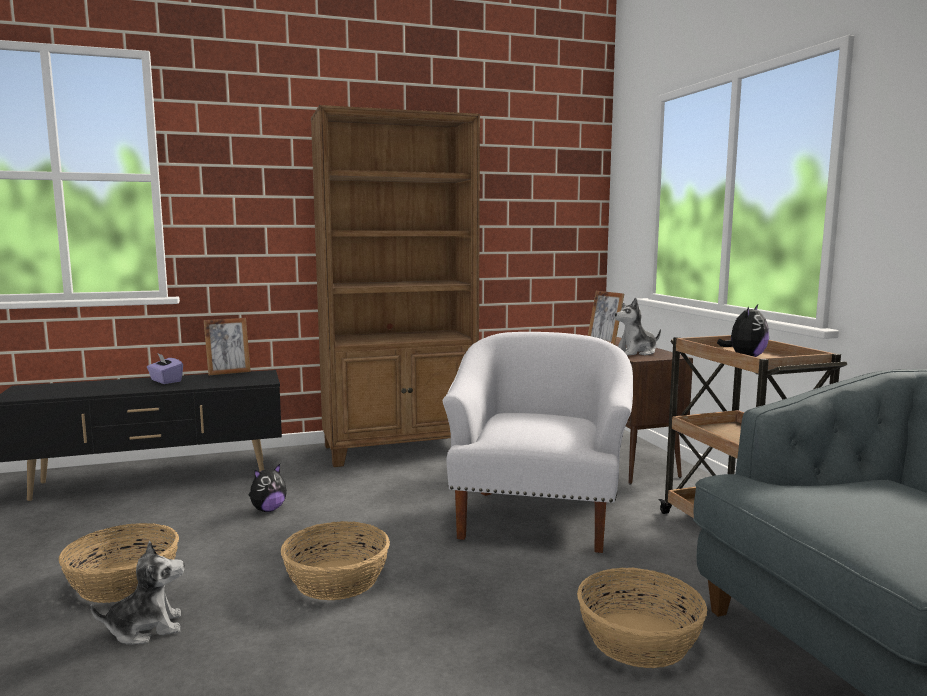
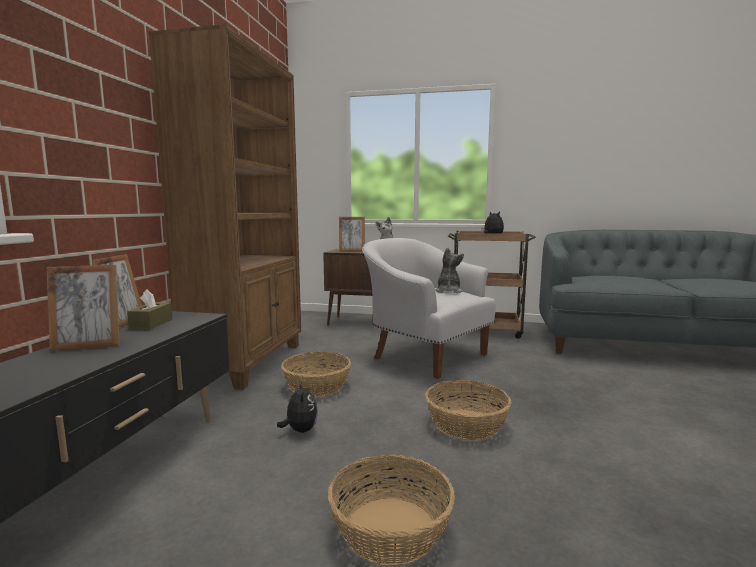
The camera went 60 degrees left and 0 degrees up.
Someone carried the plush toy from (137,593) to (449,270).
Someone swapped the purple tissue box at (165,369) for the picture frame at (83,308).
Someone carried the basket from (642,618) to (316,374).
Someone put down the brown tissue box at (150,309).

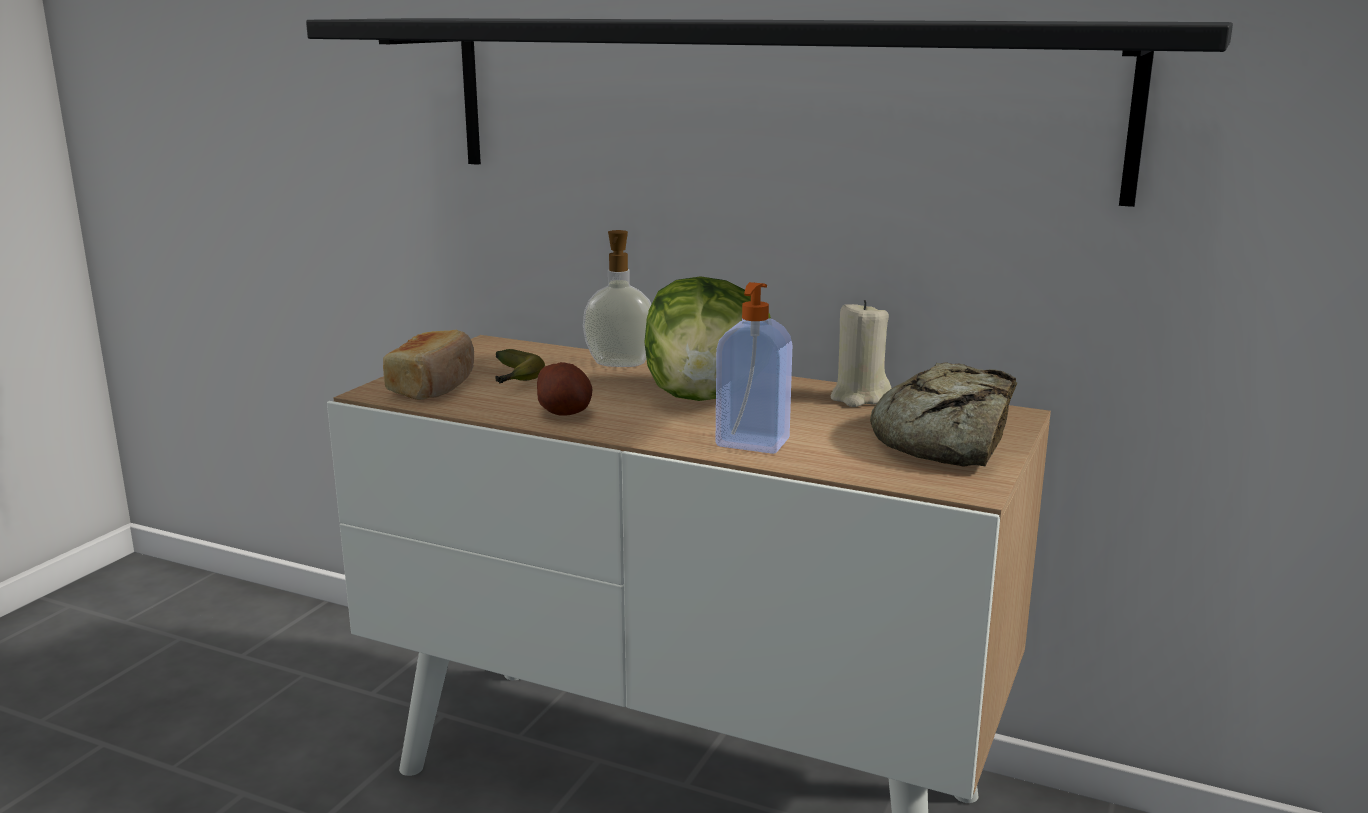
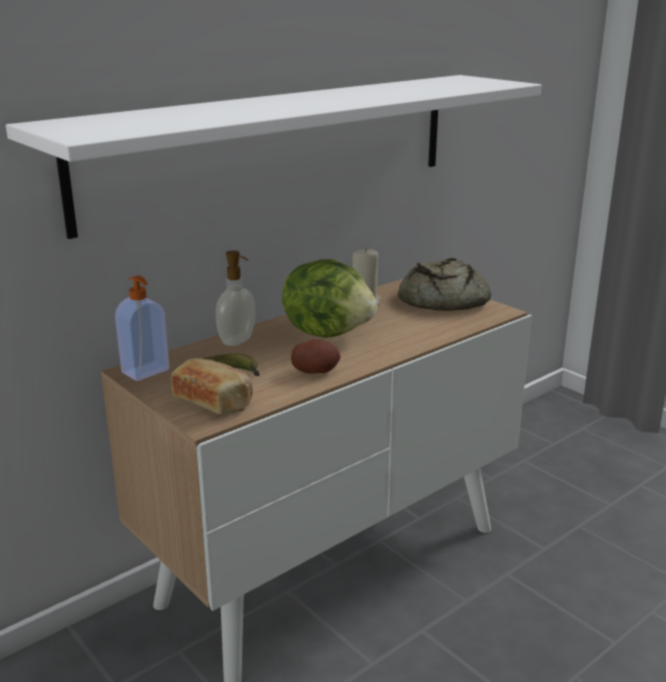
The camera went 65 degrees left and 5 degrees up.
Someone repainted the black shelf at (769,112), which became the white shelf at (273,157).
Someone carried the soap dispenser from (754,368) to (142,328).

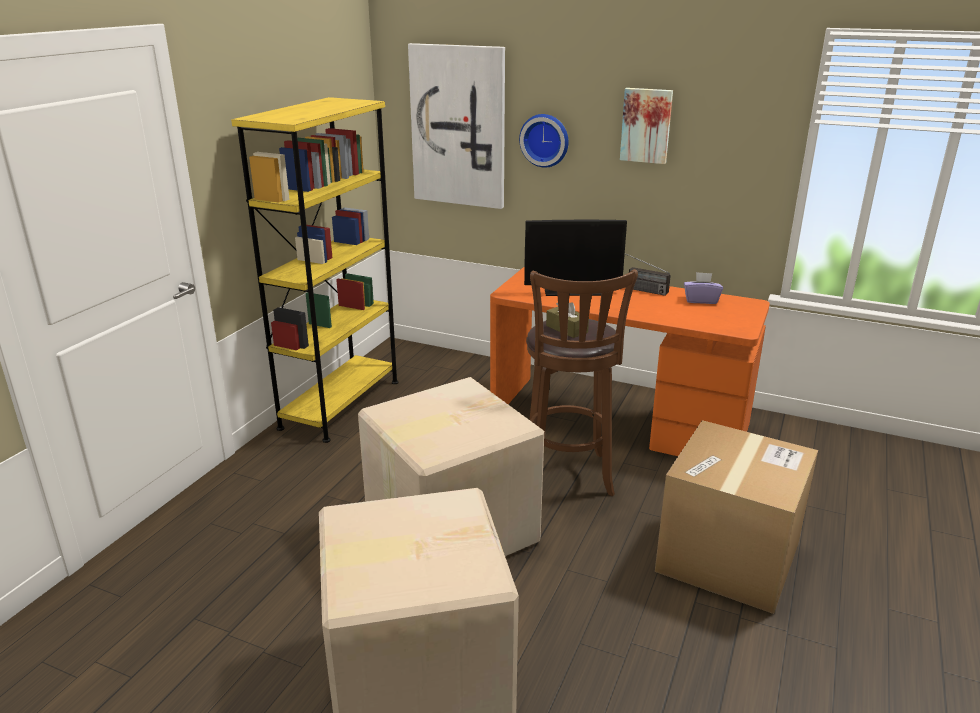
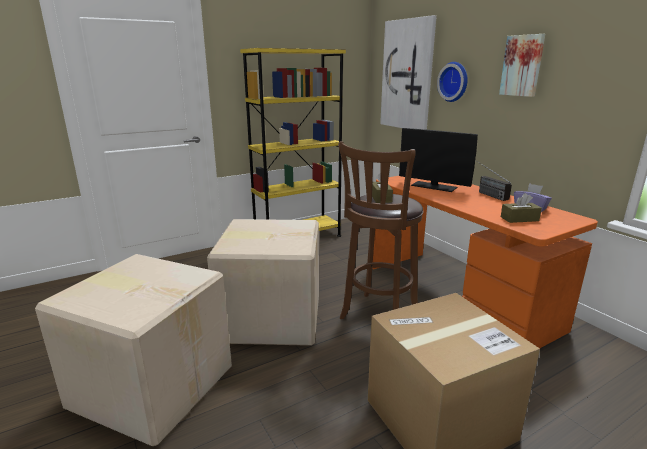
The camera went 35 degrees right and 5 degrees down.
Someone put down the brown tissue box at (521,208).

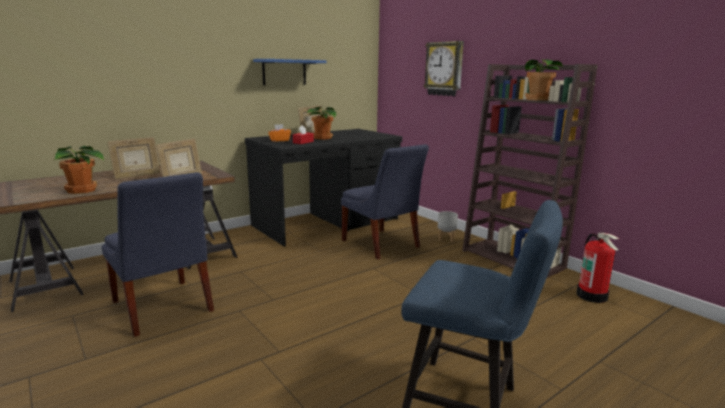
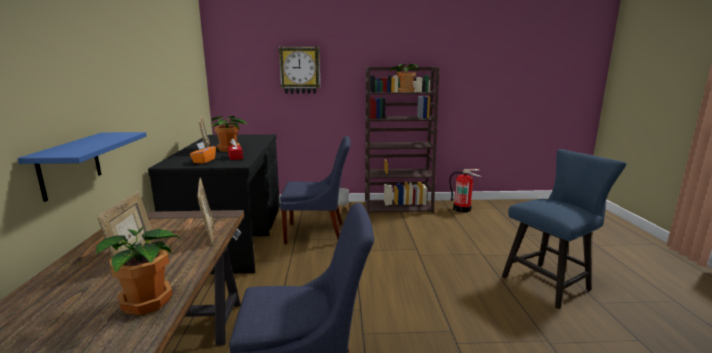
The camera went 55 degrees left and 0 degrees up.
Someone carried the blue shelf from (290,72) to (82,167).

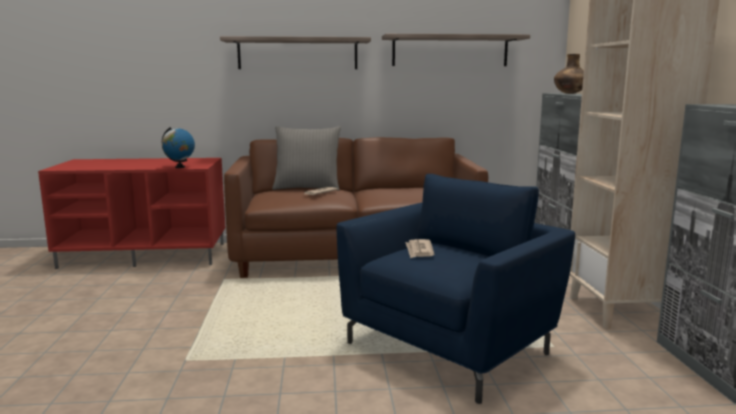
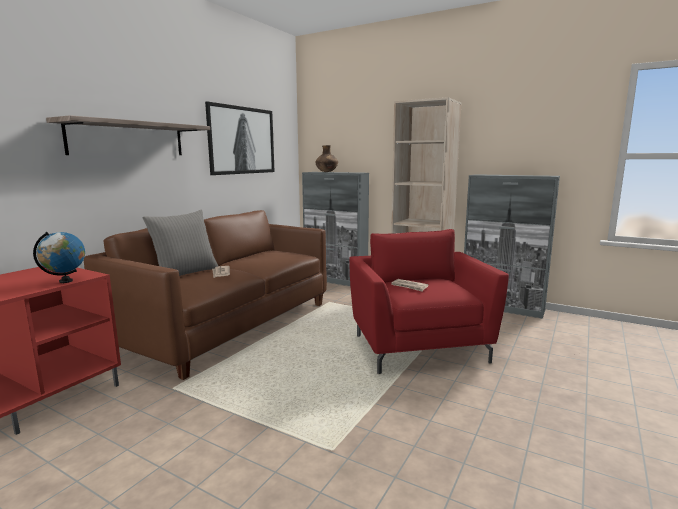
The camera went 55 degrees left and 0 degrees up.
Someone repainted the blue armchair at (456,289), which became the red armchair at (429,301).
Someone swapped the shelf at (456,50) for the picture at (240,138).

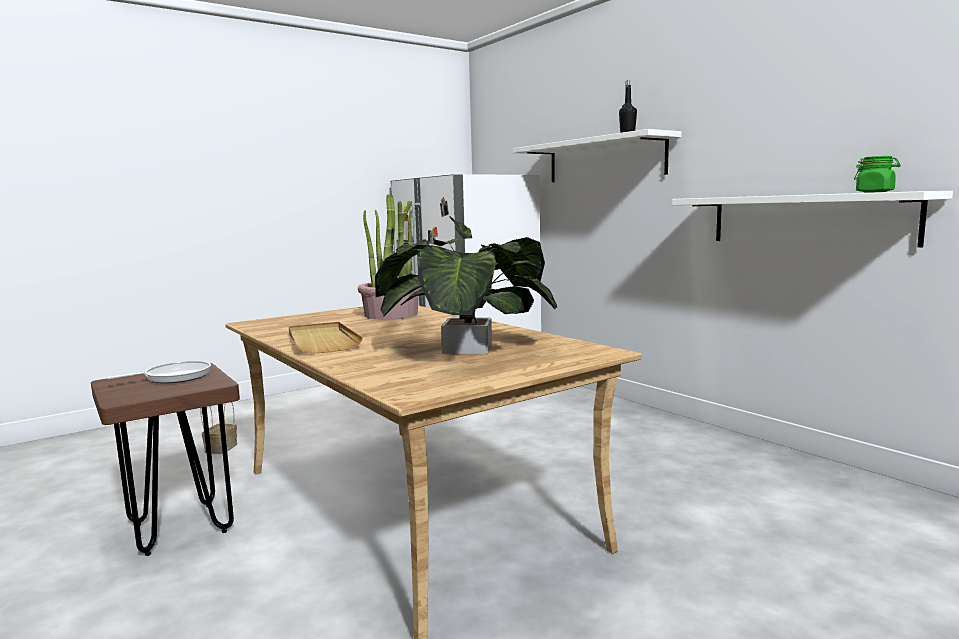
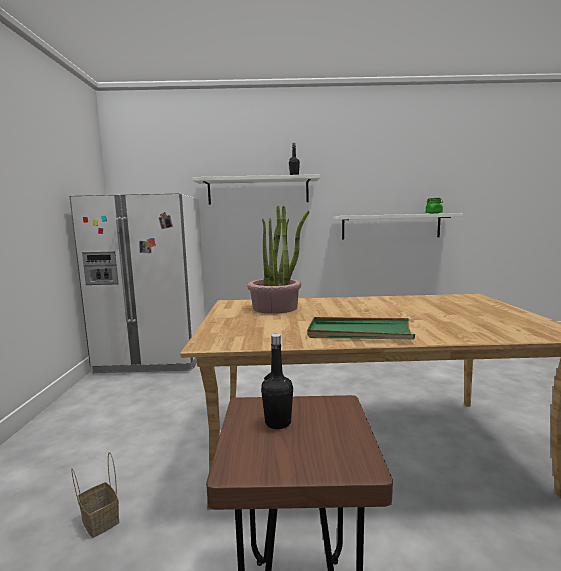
The camera went 55 degrees left and 0 degrees up.
Someone swapped the frying pan at (159,372) for the black bottle at (277,381).
Someone repainted the beige tray at (326,338), which became the green tray at (361,328).
Someone took away the potted plant at (466,285).

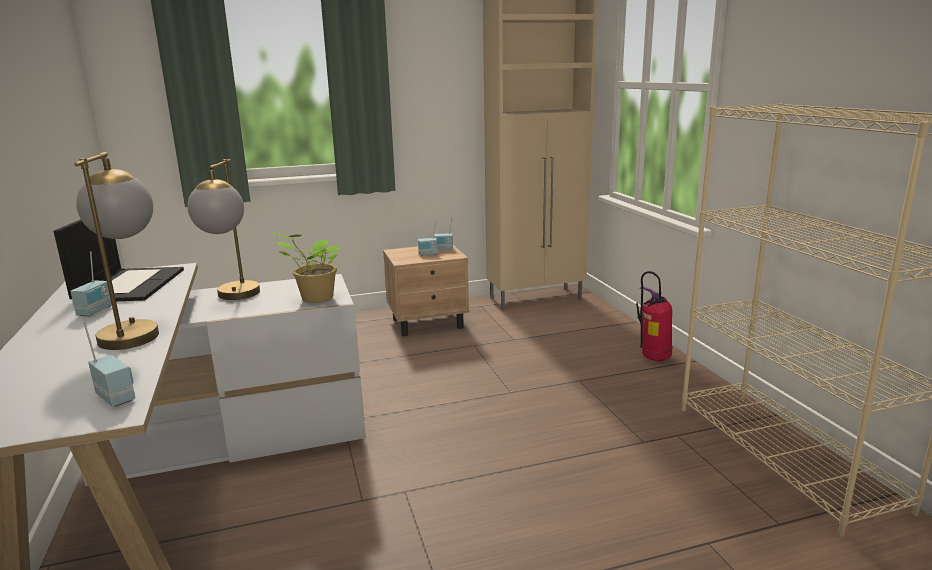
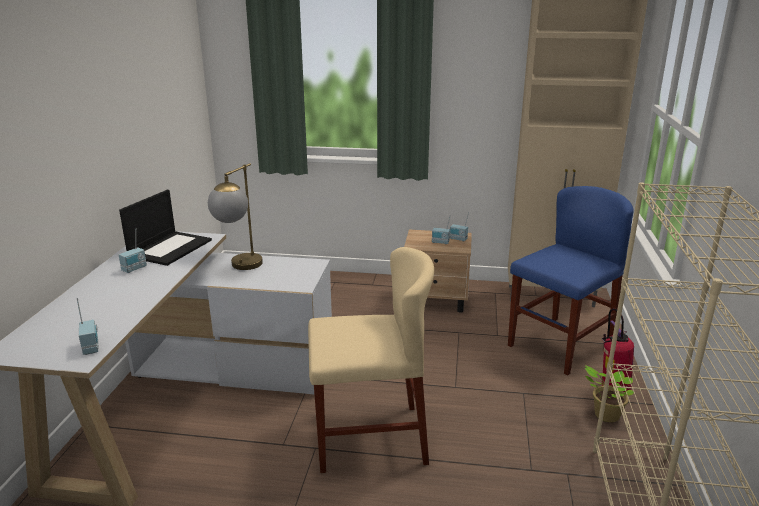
The camera went 25 degrees right and 5 degrees up.
Someone took away the table lamp at (116,251).
Someone carried the potted plant from (305,267) to (610,394).
Someone put down the beige chair at (371,360).
Someone put down the blue chair at (571,280).

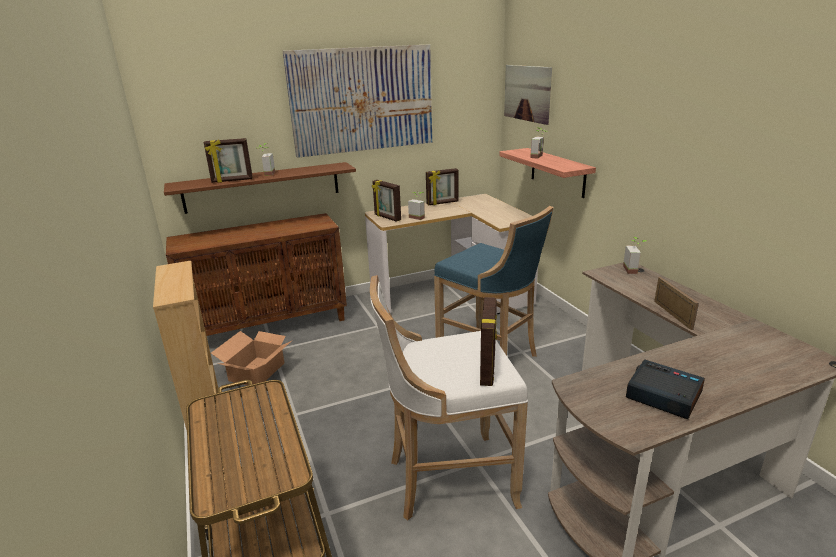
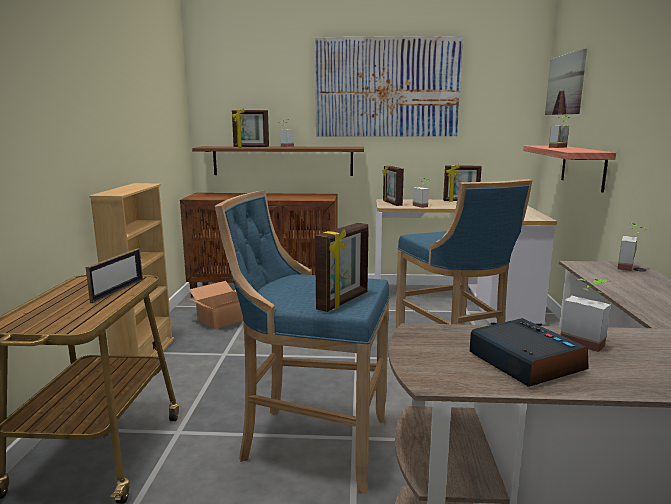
The camera went 25 degrees right and 10 degrees down.
Someone repainted the white stool at (449,397), which became the blue stool at (302,342).
Someone carried the picture frame from (676,303) to (114,275).
Someone put down the potted plant at (586,315).

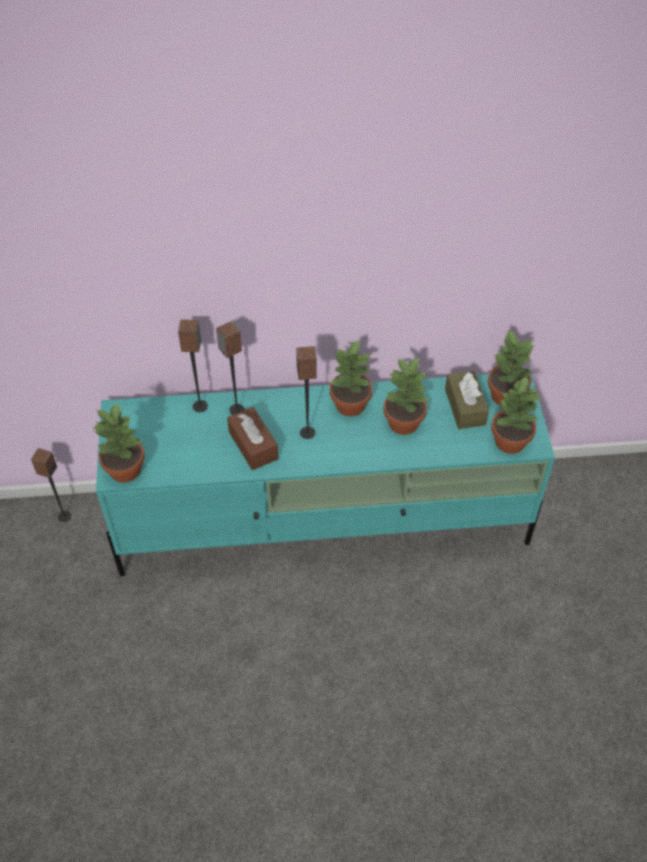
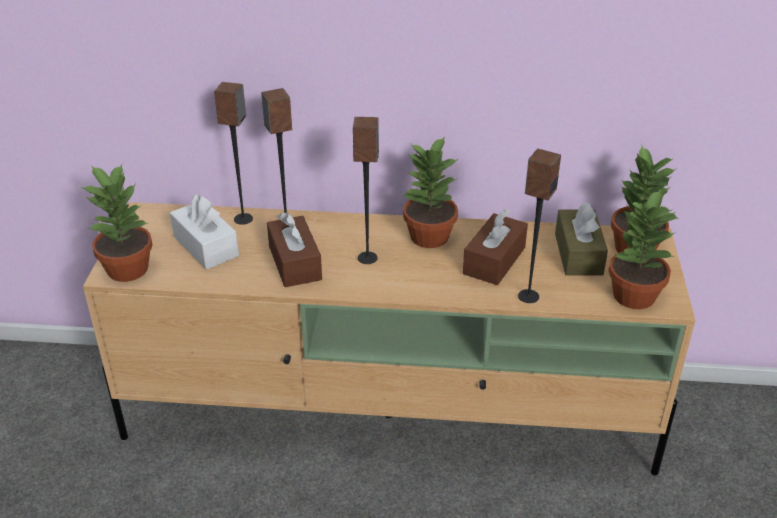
The camera went 10 degrees right and 15 degrees down.
Someone carried the speaker from (51,485) to (539,226).
Someone repainted the turquoise tv stand at (325,475), which became the beige tv stand at (389,339).
Someone swapped the potted plant at (405,396) for the brown tissue box at (495,247).
Someone put down the white tissue box at (204,232).

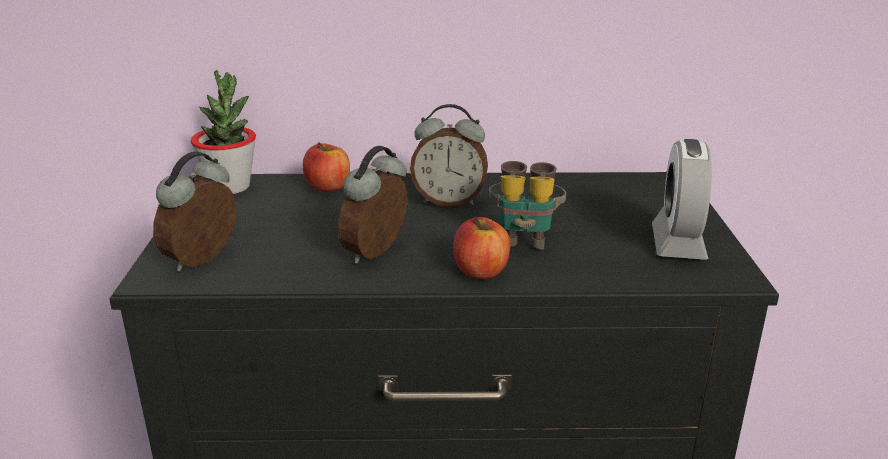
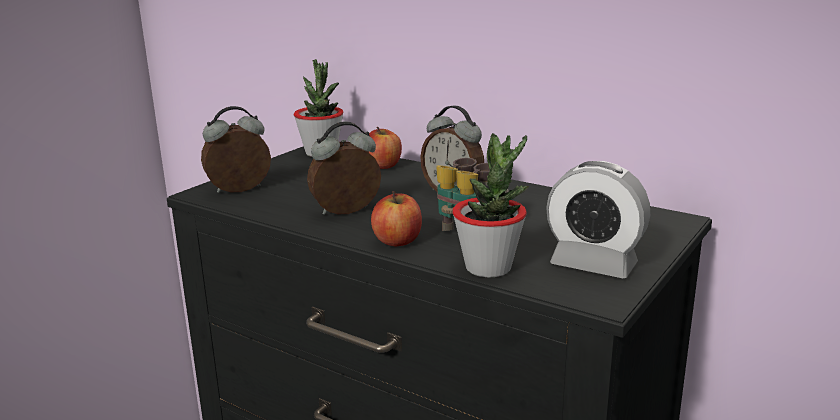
The camera went 35 degrees right and 5 degrees down.
Someone rotated the alarm clock at (682,199) by 105 degrees counterclockwise.
Someone put down the potted plant at (490,205).

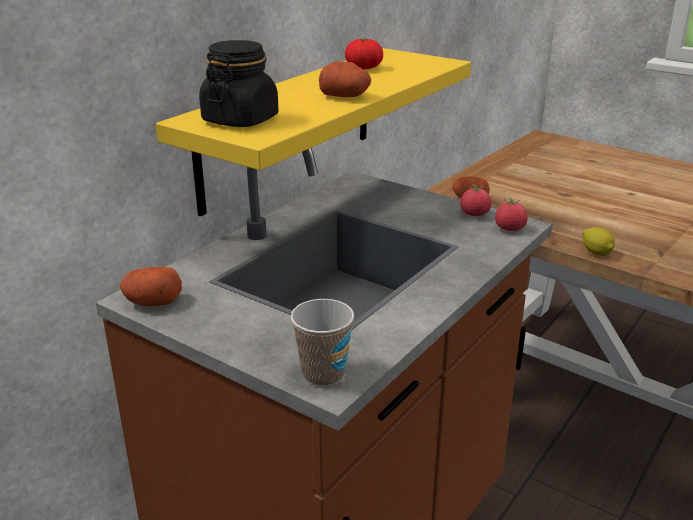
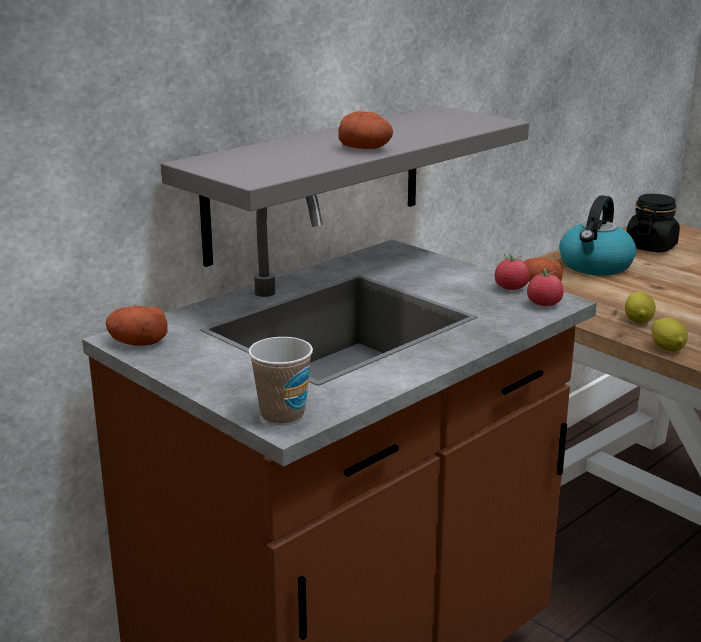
The camera went 10 degrees right and 5 degrees down.
Someone repainted the yellow shelf at (313,132), which became the grey shelf at (345,186).
Someone carried the black jar from (239,83) to (653,223).
Someone took away the tomato at (364,54).
Someone put down the kettle at (597,235).
Someone put down the lemon at (640,308).

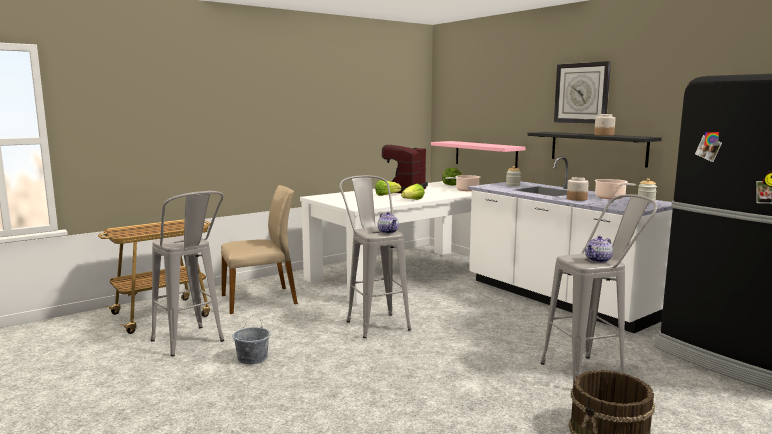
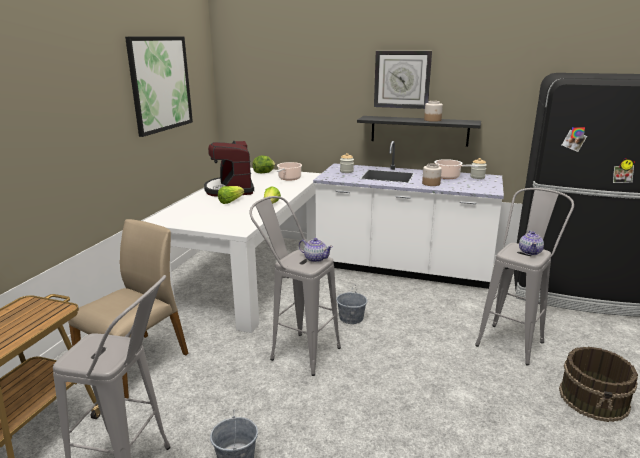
The camera went 35 degrees left and 10 degrees up.
Someone took away the pink shelf at (478,154).
Someone put up the picture at (159,87).
Someone put down the grey bucket at (352,304).

